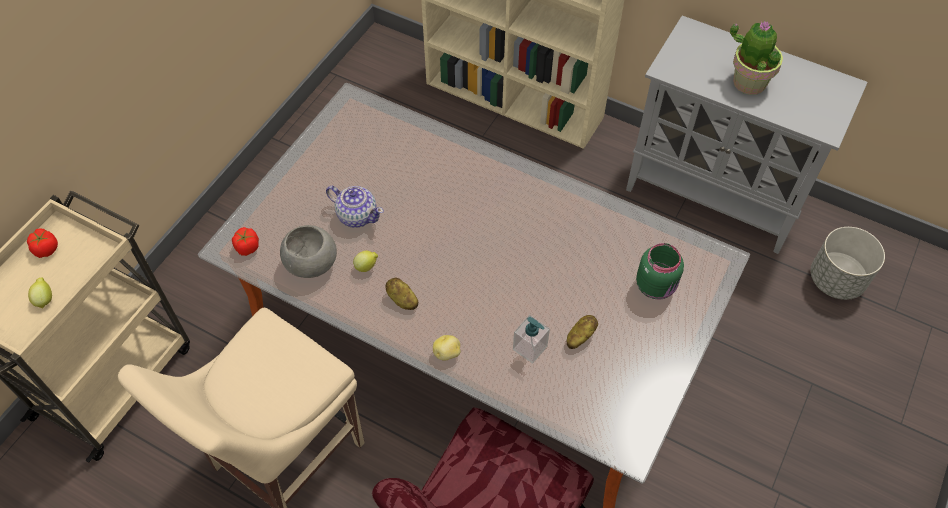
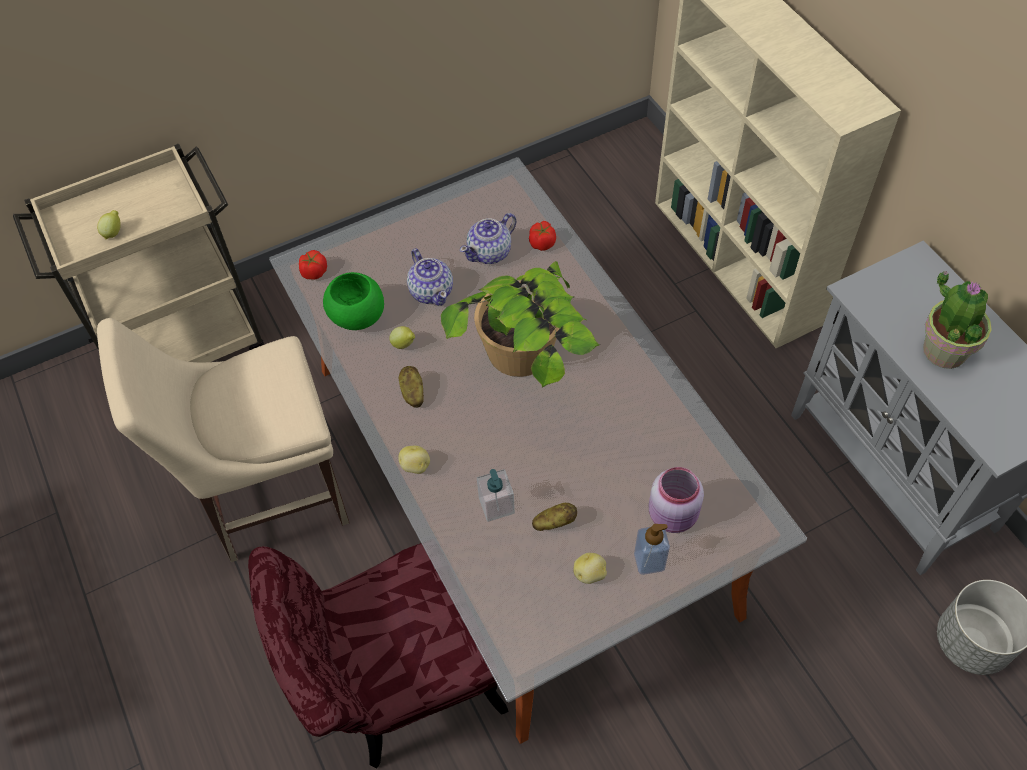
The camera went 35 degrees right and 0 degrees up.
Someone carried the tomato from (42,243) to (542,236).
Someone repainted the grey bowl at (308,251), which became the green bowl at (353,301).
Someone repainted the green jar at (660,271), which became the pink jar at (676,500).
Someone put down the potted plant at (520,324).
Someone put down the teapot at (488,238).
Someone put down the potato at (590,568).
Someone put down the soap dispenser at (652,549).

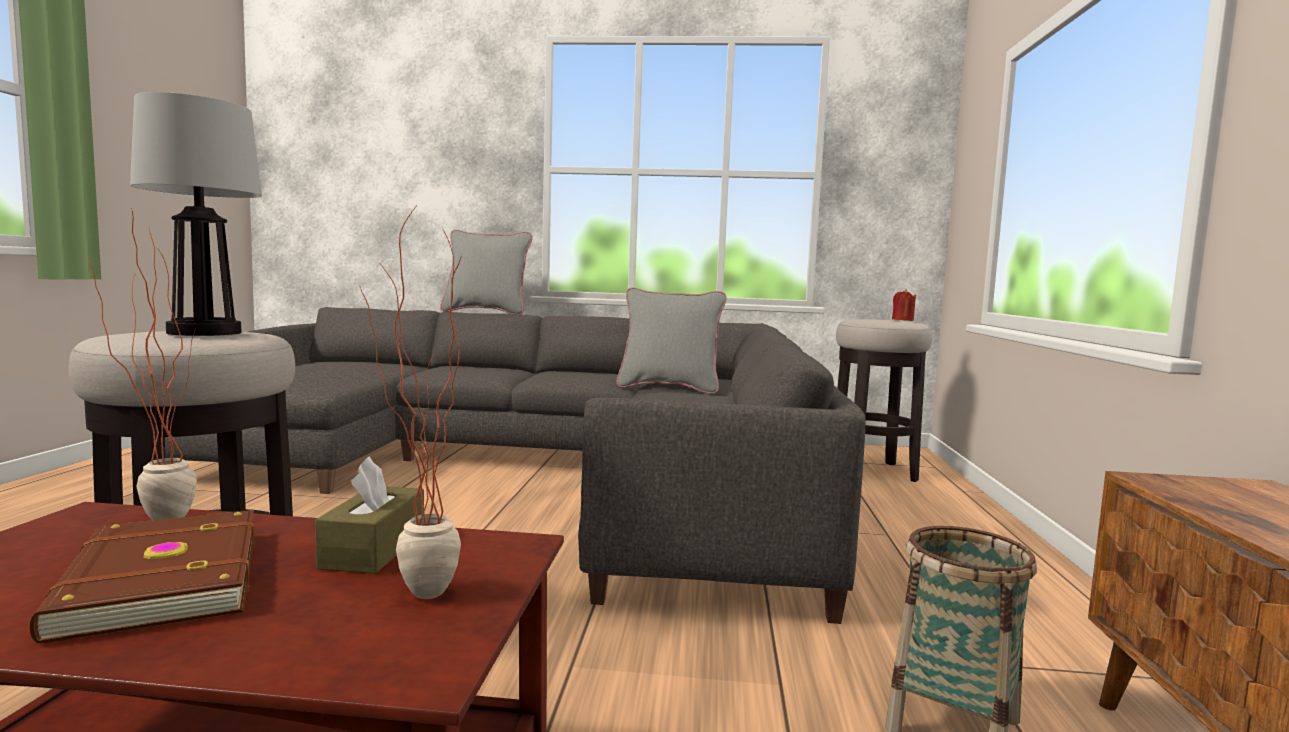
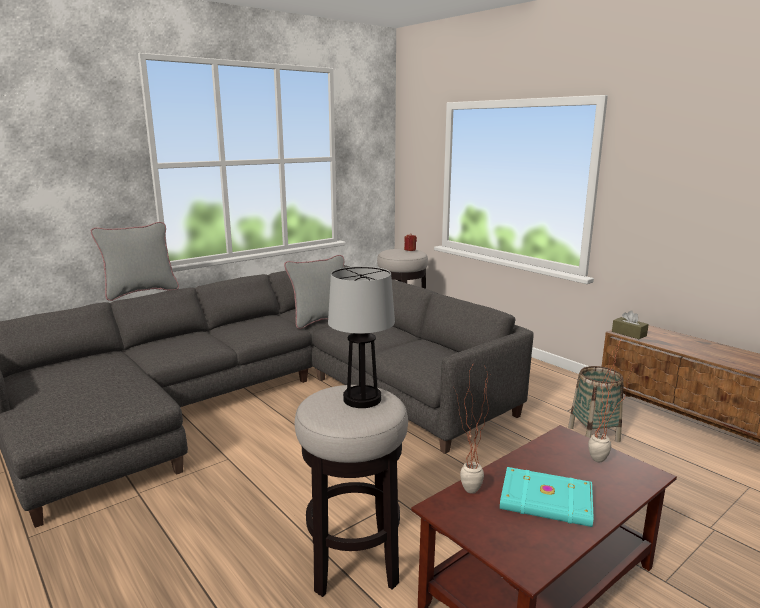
The camera went 45 degrees left and 10 degrees up.
Someone repainted the brown book at (142,577), which became the turquoise book at (547,497).
Someone carried the brown tissue box from (369,515) to (630,324).

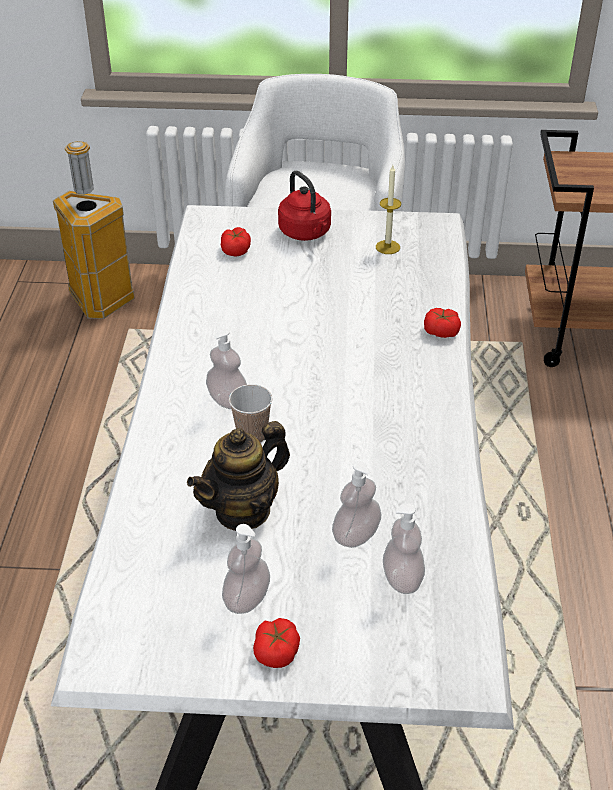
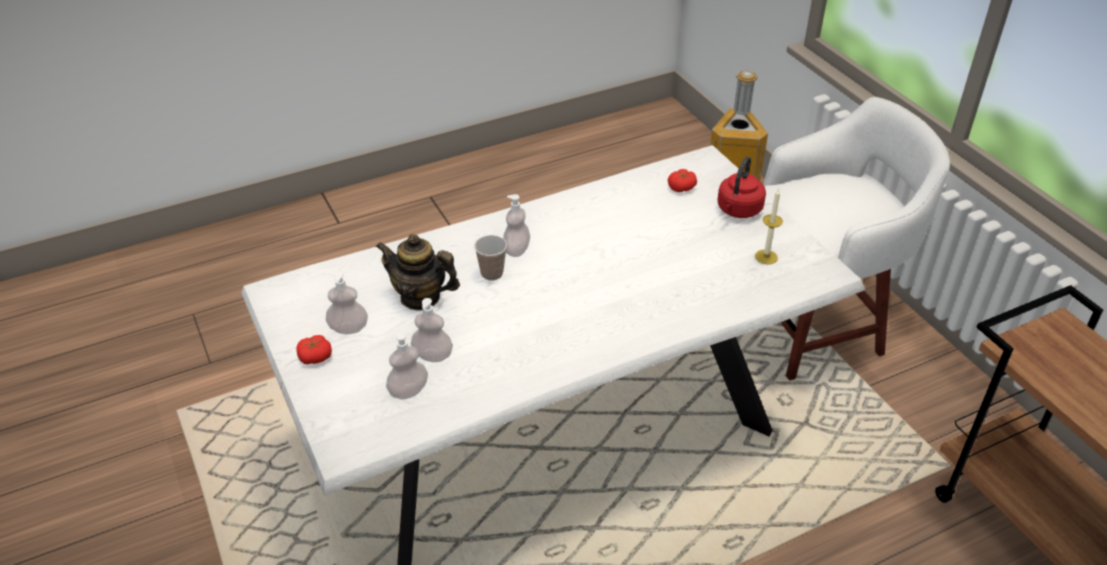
The camera went 60 degrees right and 0 degrees up.
Someone took away the tomato at (442,323).

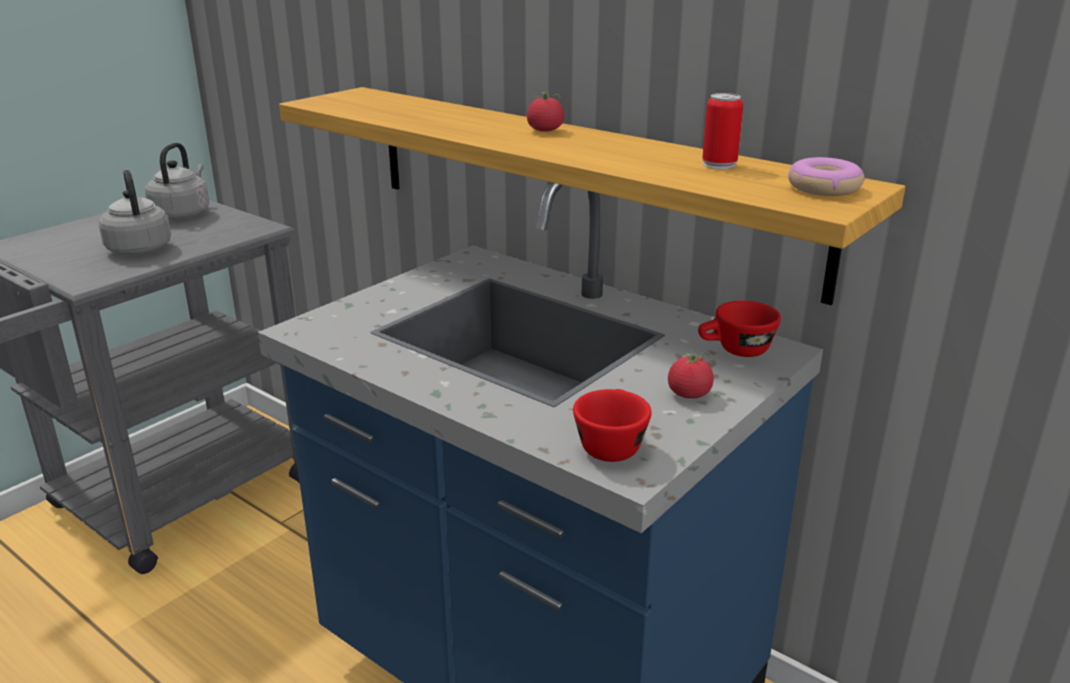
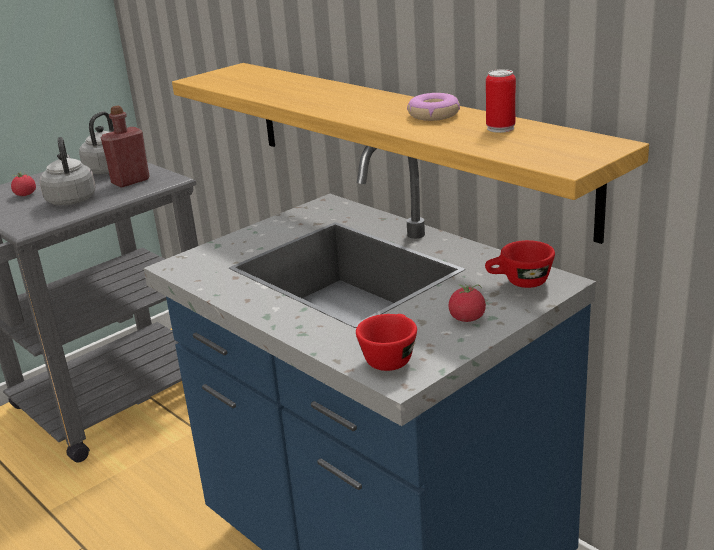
The camera went 10 degrees right and 0 degrees up.
Someone carried the tomato from (545,112) to (23,184).
Someone carried the donut from (826,176) to (433,107).
Someone put down the red bottle at (125,146).

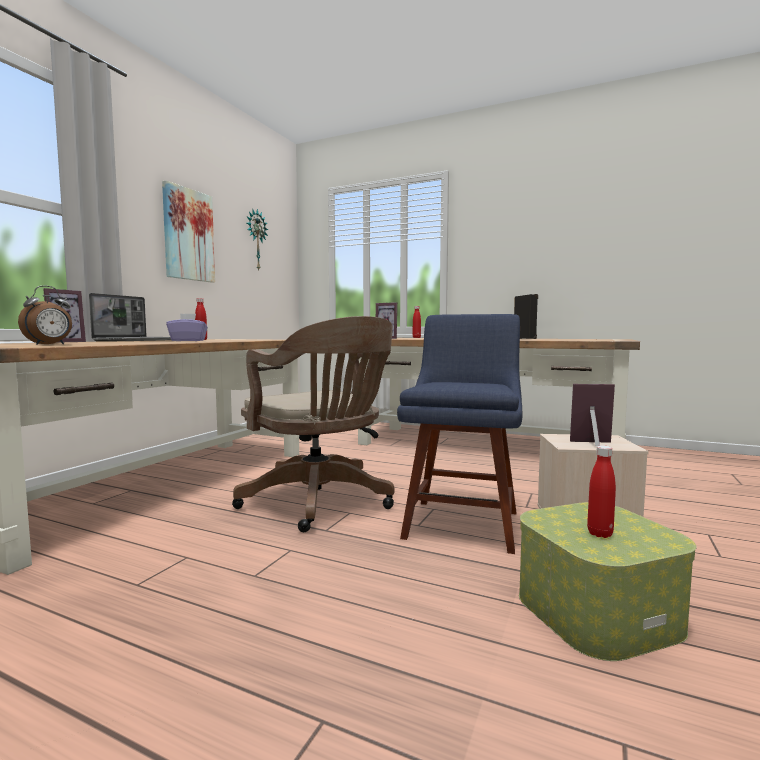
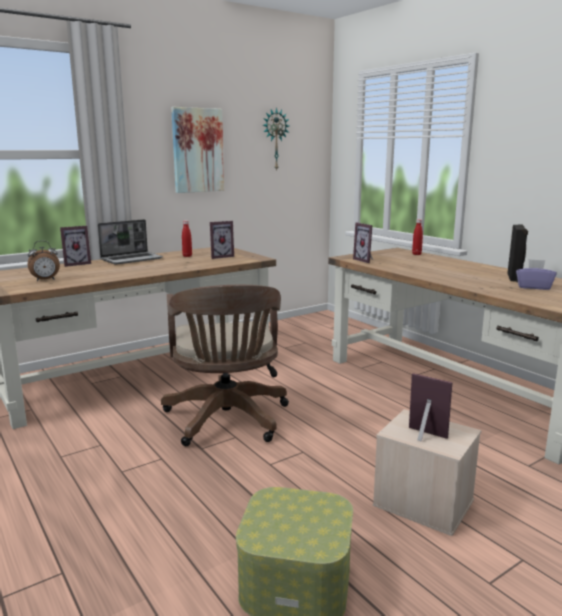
The camera went 30 degrees right and 10 degrees up.
Someone carried the purple tissue box from (187,327) to (536,274).
Someone took away the blue chair at (459,434).
Someone took away the red bottle at (601,491).
Someone put down the picture frame at (222,240).

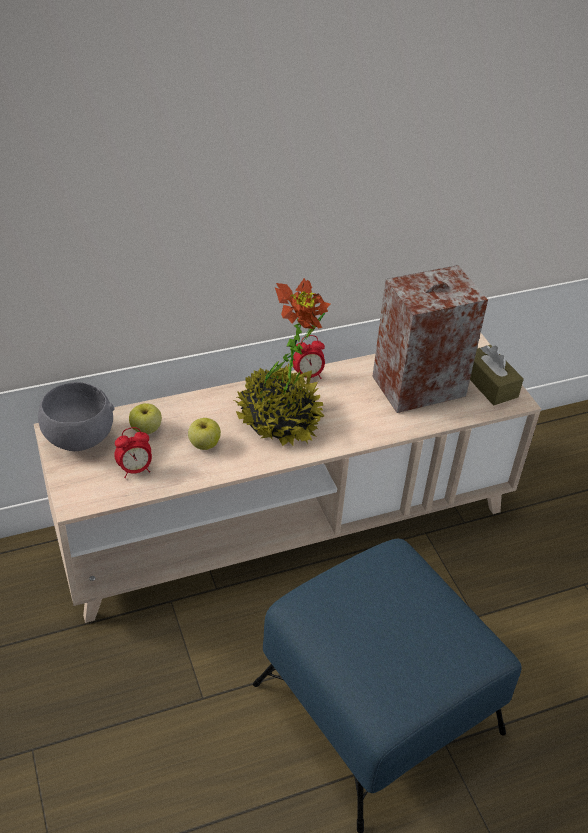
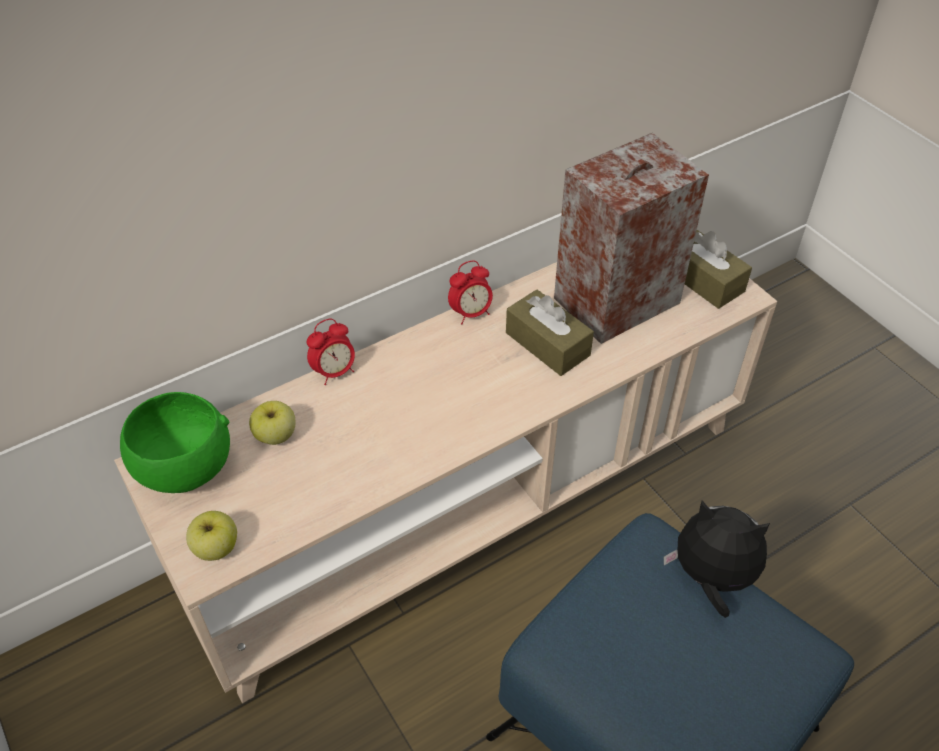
The camera went 10 degrees left and 5 degrees up.
Someone repainted the grey bowl at (76,416), which became the green bowl at (175,442).
Someone carried the alarm clock from (133,452) to (331,352).
Someone carried the apple from (204,434) to (211,536).
Someone took away the potted plant at (282,362).
Someone put down the brown tissue box at (550,333).
Someone put down the plush toy at (717,559).

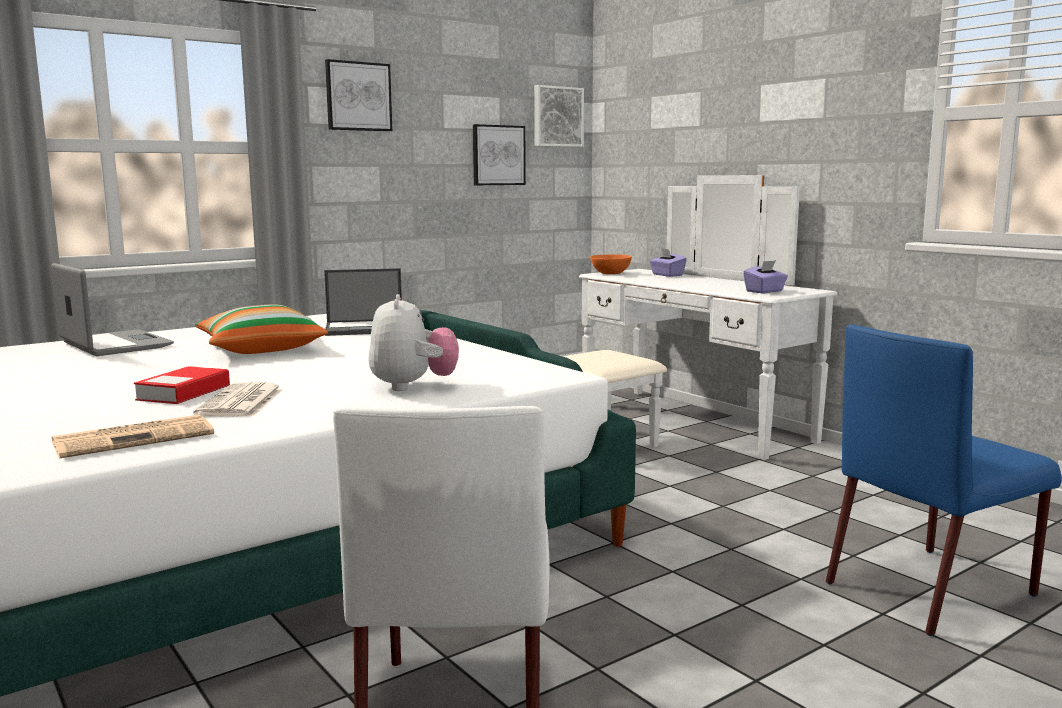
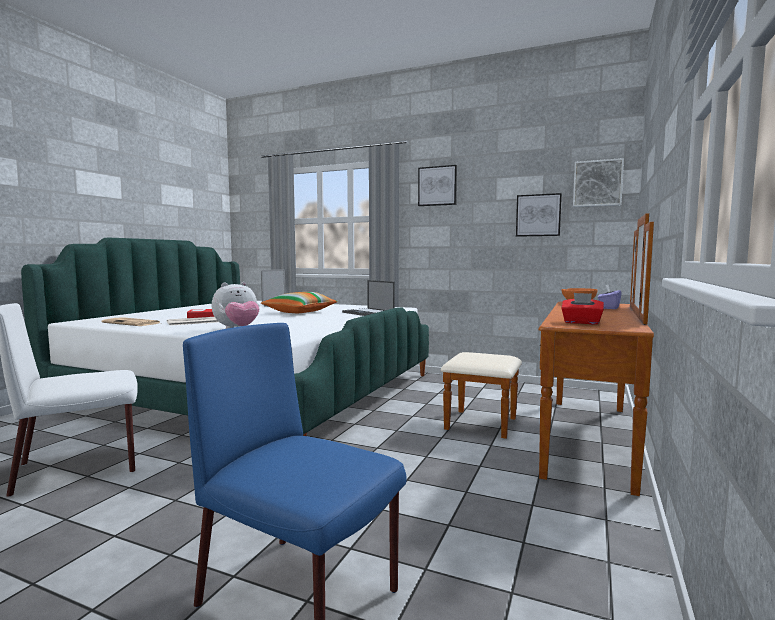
The camera went 60 degrees right and 5 degrees down.
Someone repainted the white dresser at (699,317), which became the brown dresser at (547,354).
Someone repainted the purple tissue box at (765,276), which became the red tissue box at (582,308).

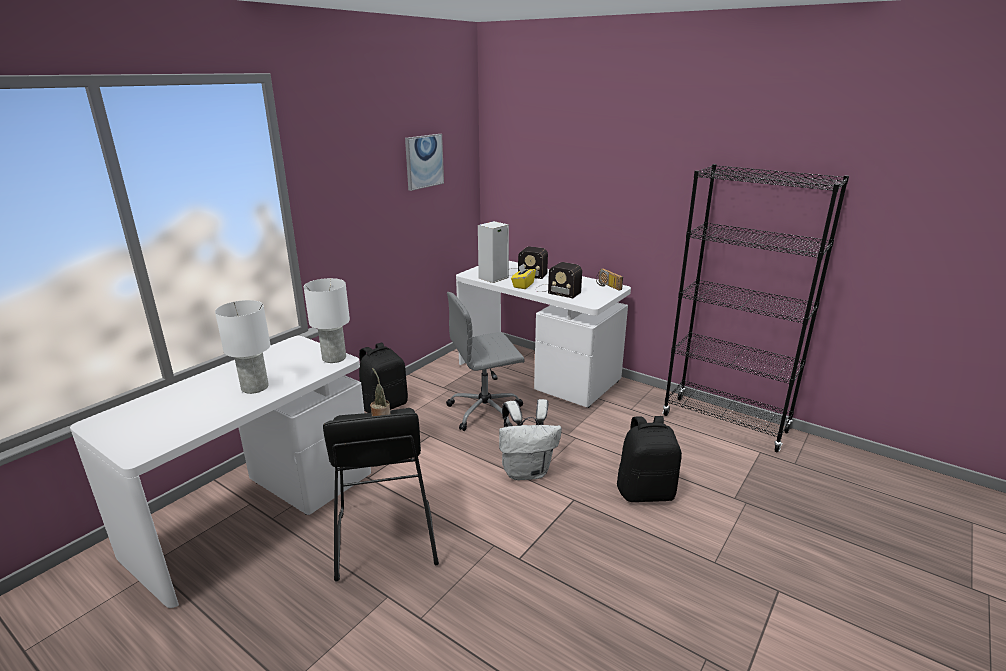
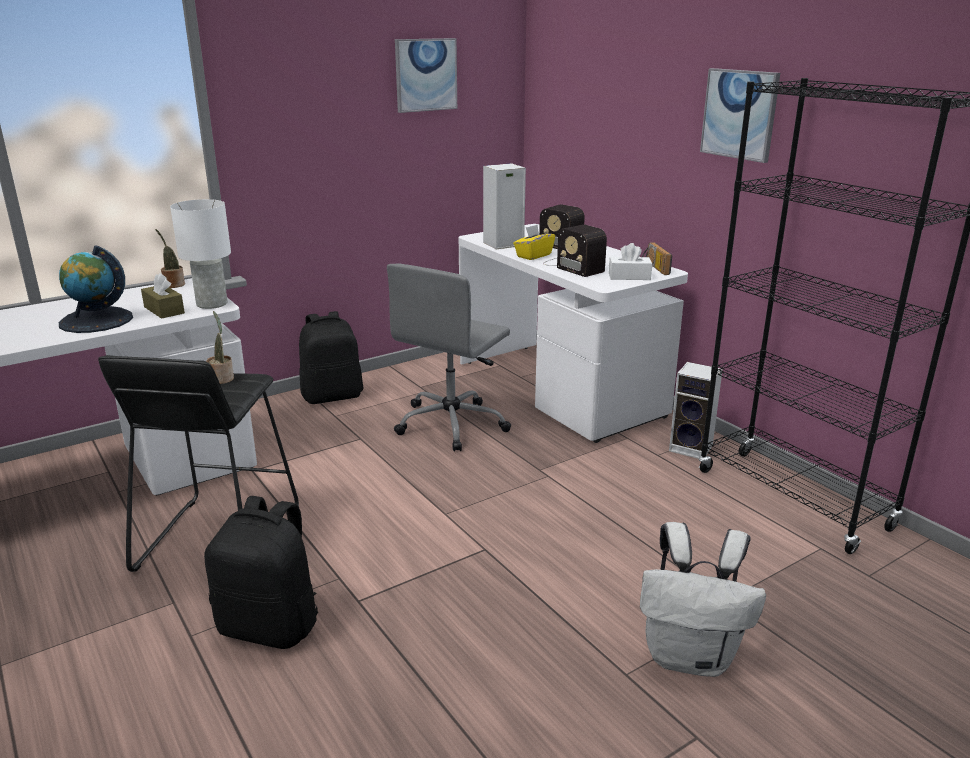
The camera went 20 degrees right and 0 degrees up.
Someone swapped the white table lamp at (242,347) for the globe at (96,289).
Someone rotated the grey office chair at (485,361) by 60 degrees counterclockwise.
Someone carried the white backpack from (530,439) to (703,599).
Someone carried the black backpack from (649,459) to (261,572).
Someone put down the brown tissue box at (163,296).
Someone put down the potted plant at (170,258).
Someone put down the white tissue box at (630,261).
Someone put down the speaker at (696,410).
Someone put up the picture at (740,115).

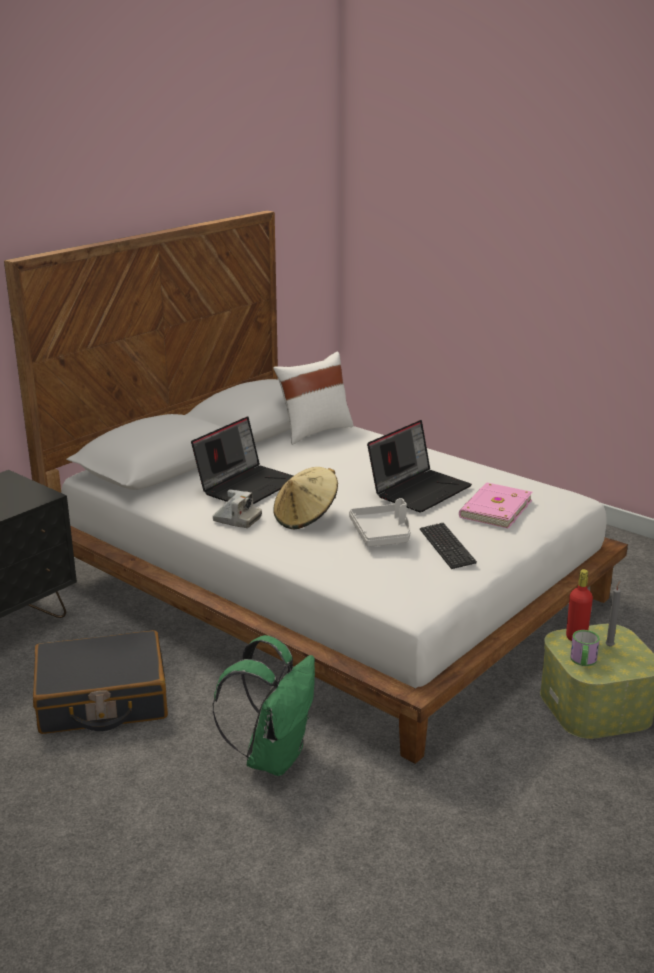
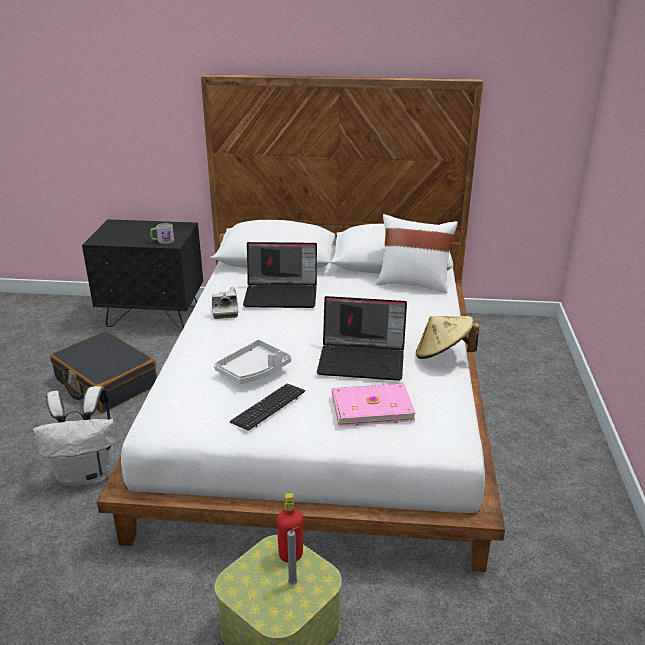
The camera went 55 degrees right and 5 degrees up.
Someone repainted the green backpack at (263,705), which became the white backpack at (74,436).
Someone carried the beige hat from (305,498) to (447,337).
Someone carried the mug from (585,648) to (162,233).

